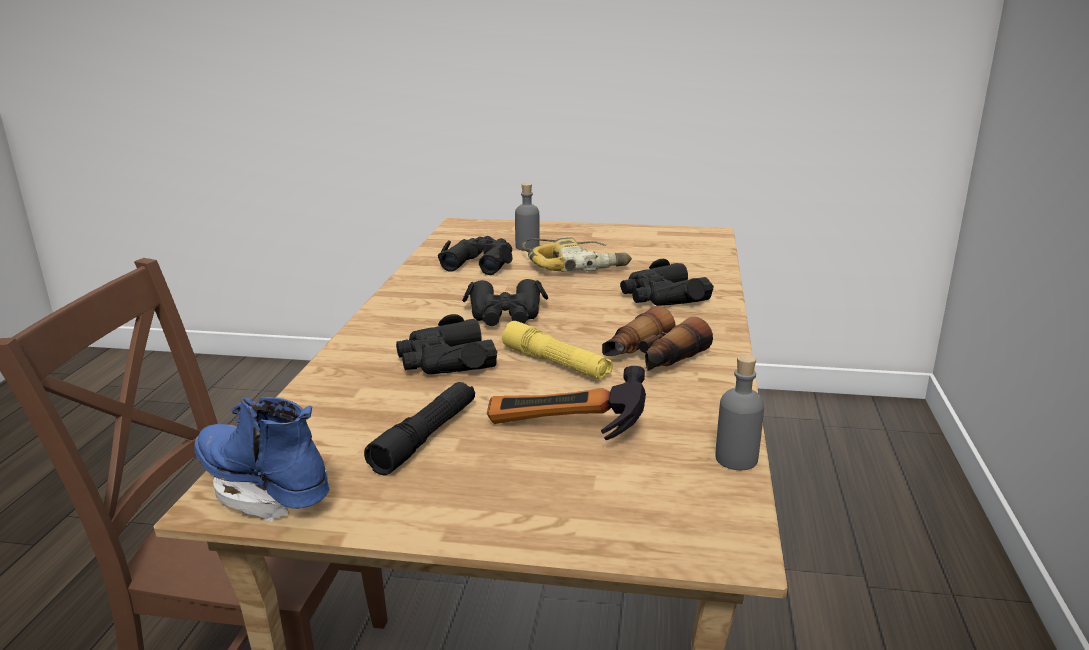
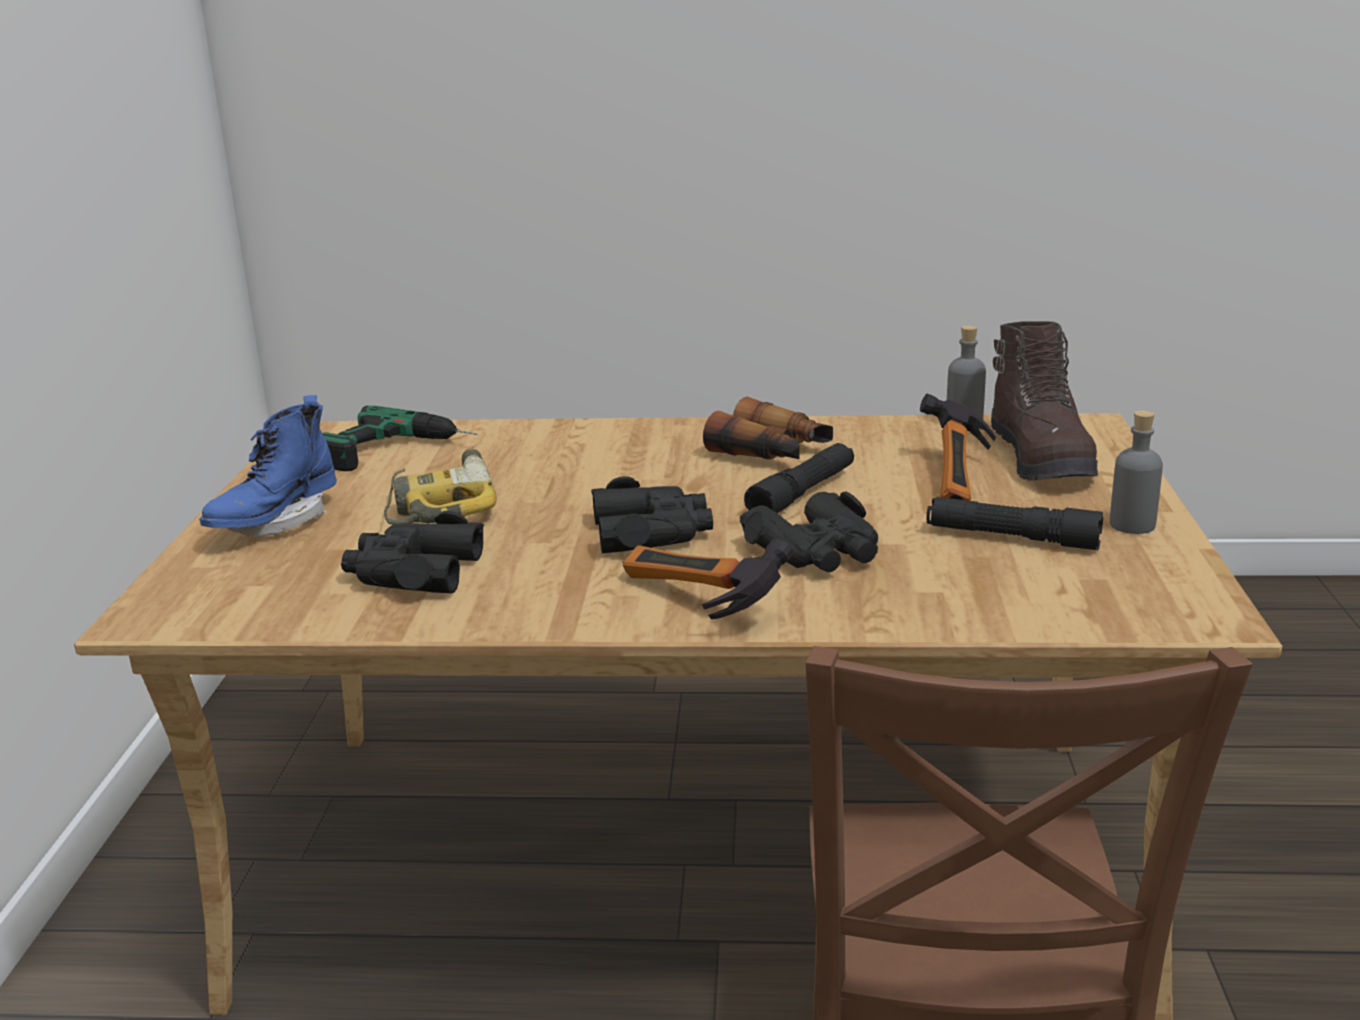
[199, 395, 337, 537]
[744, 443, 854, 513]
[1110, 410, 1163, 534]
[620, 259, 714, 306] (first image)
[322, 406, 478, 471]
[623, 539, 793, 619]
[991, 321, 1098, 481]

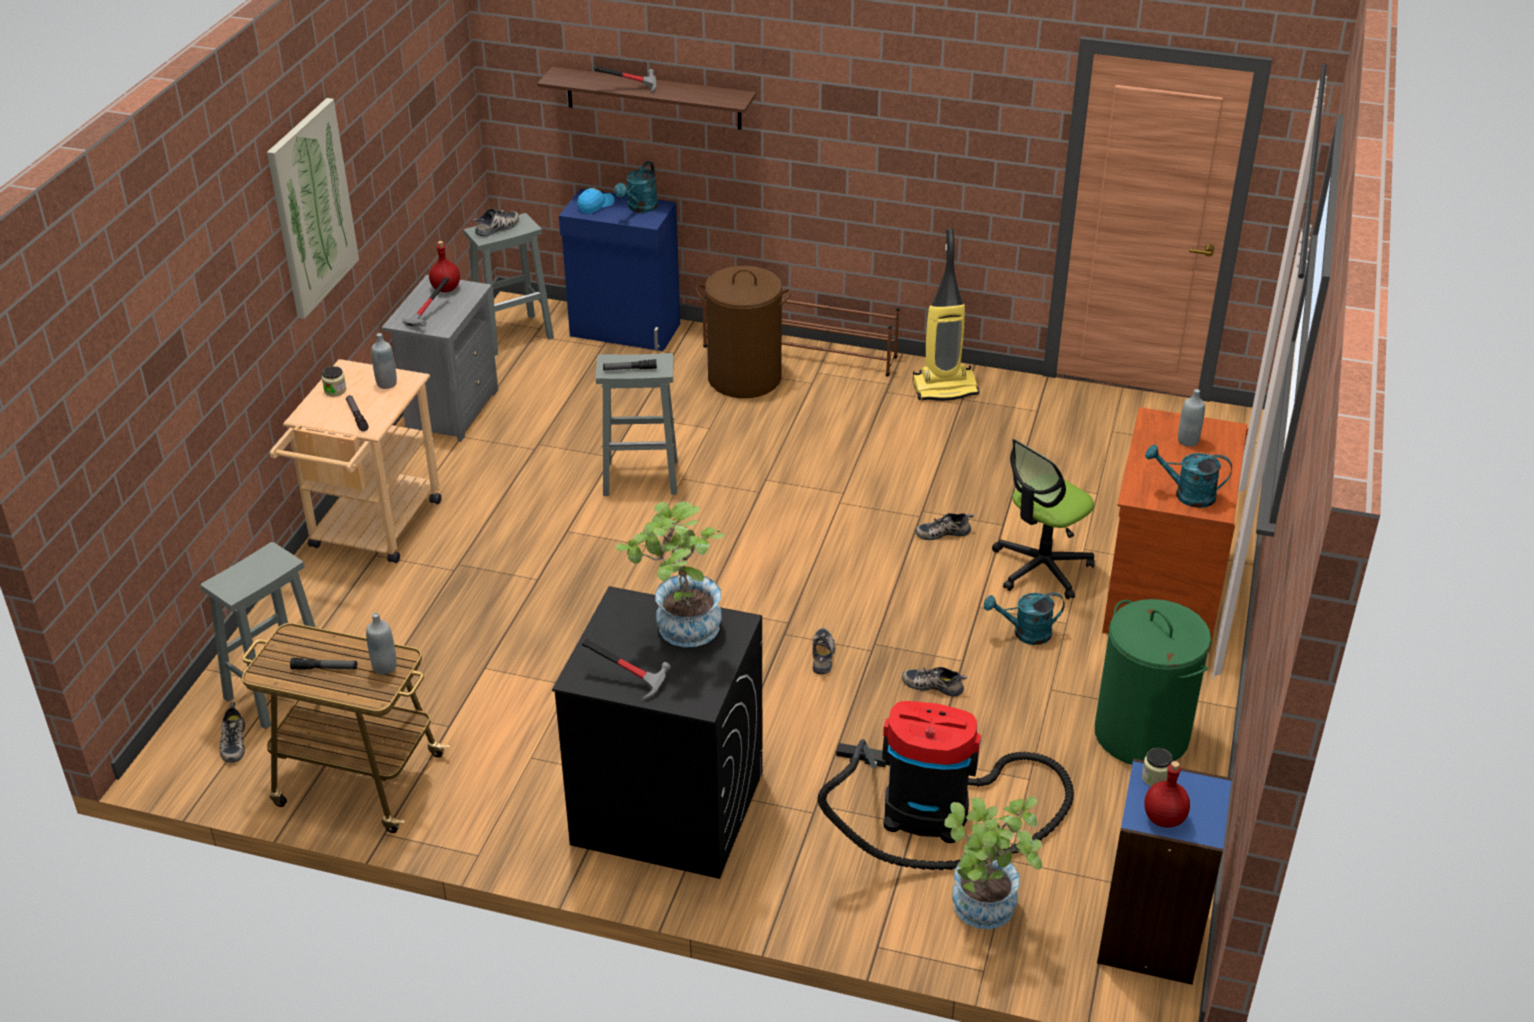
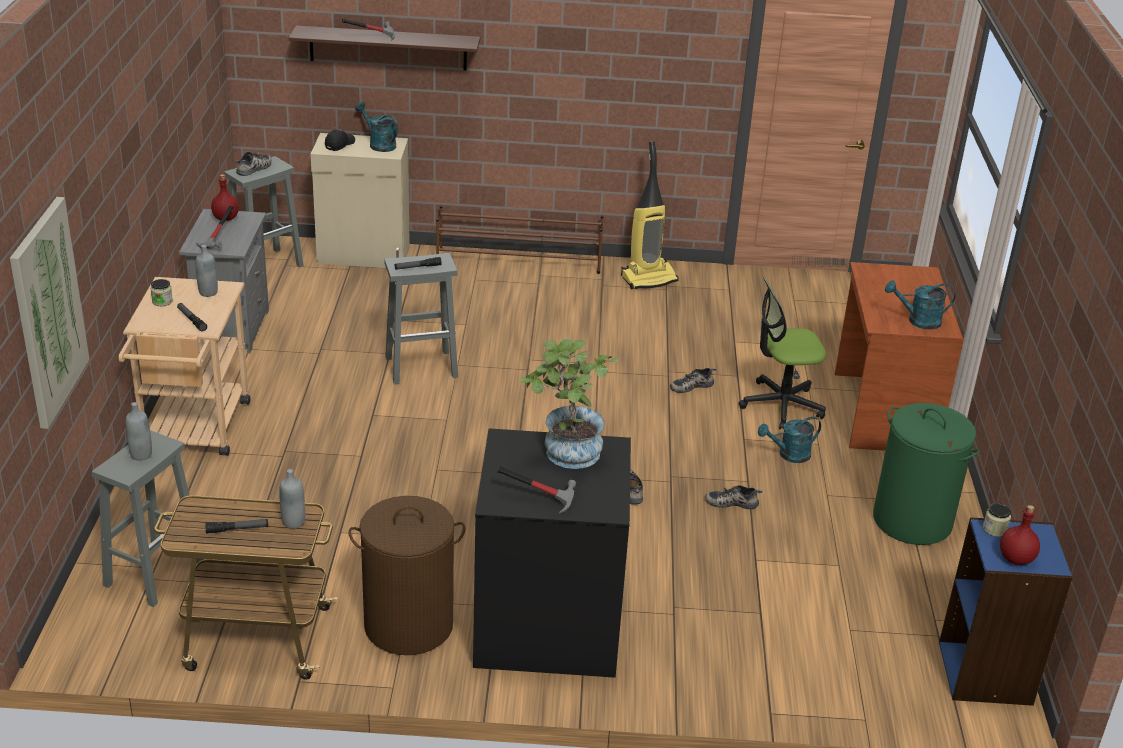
[220, 702, 245, 763] (first image)
[10, 197, 90, 429]
[311, 133, 410, 268]
[325, 129, 355, 151]
[355, 102, 398, 152]
[348, 496, 466, 655]
[818, 701, 1074, 870] (first image)
[944, 796, 1042, 929] (first image)
[738, 278, 826, 430]
[126, 402, 152, 460]

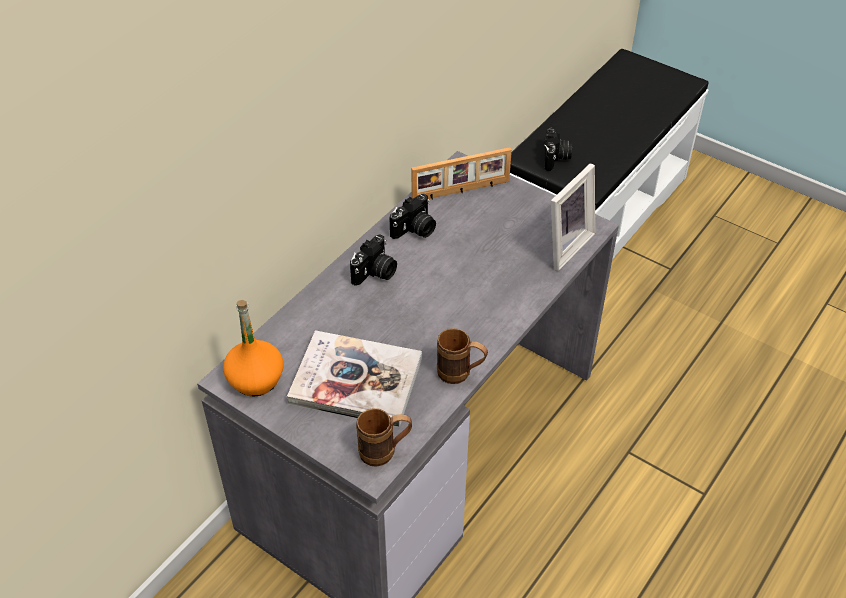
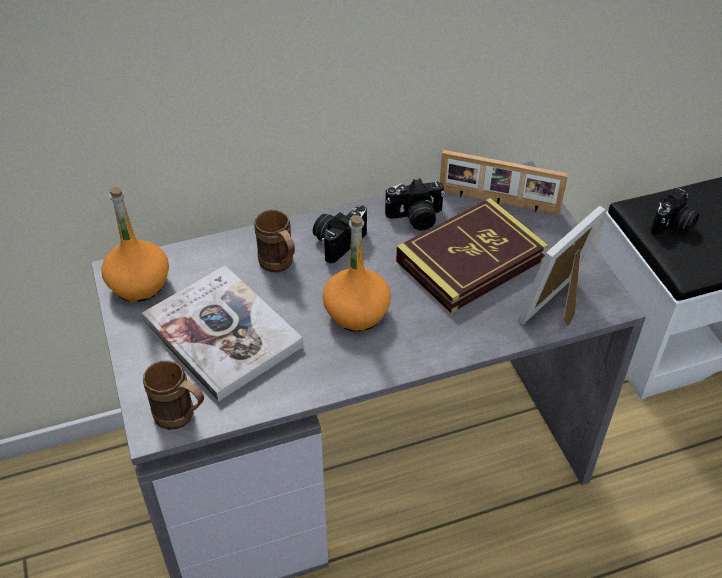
[313, 205, 367, 263]
[254, 210, 295, 273]
[518, 206, 606, 326]
[323, 215, 391, 332]
[396, 198, 548, 313]

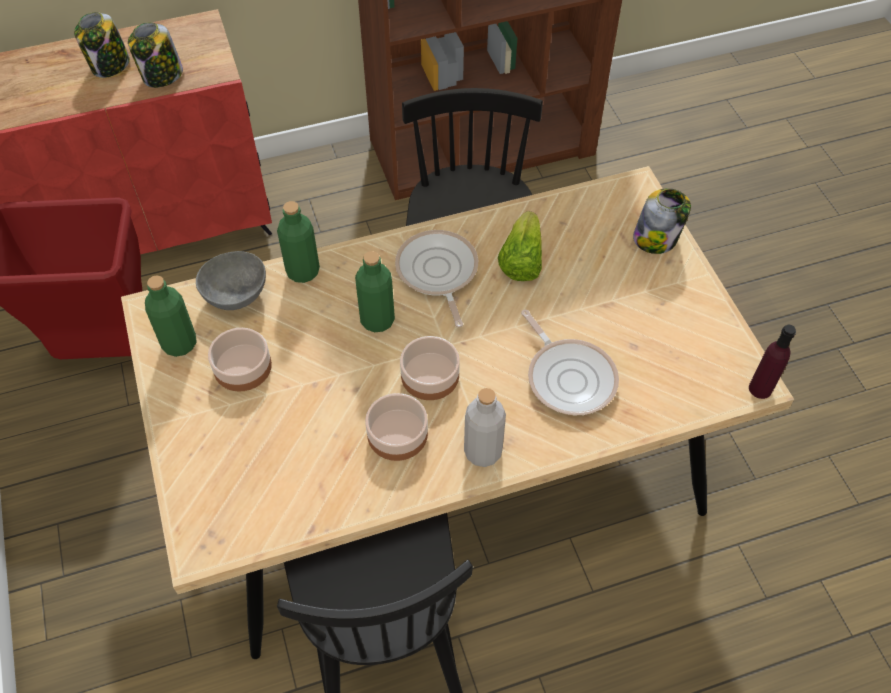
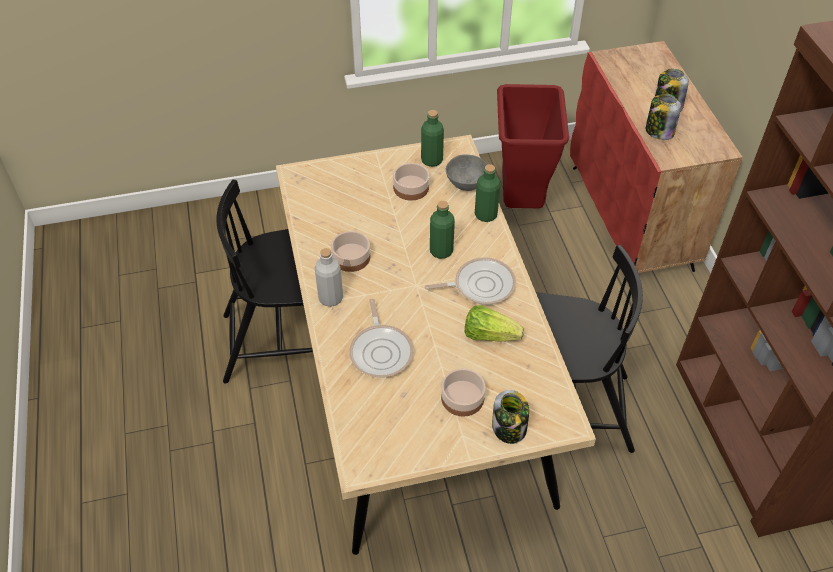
[441, 368, 486, 417]
[349, 298, 414, 378]
[749, 325, 796, 399] (first image)

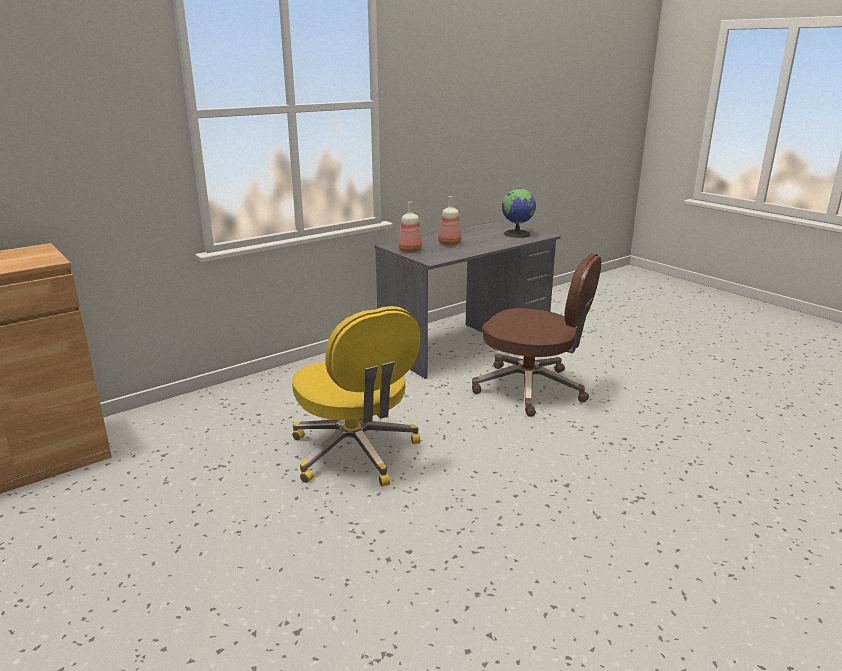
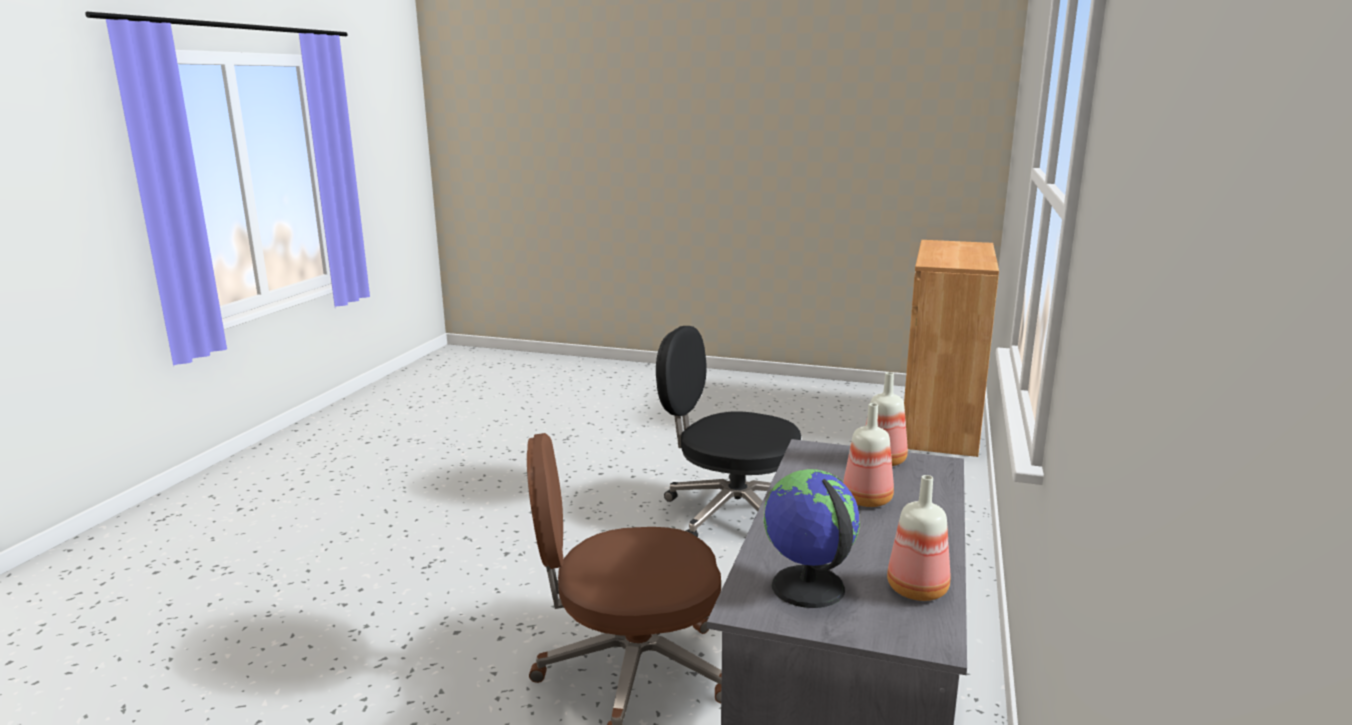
[656, 326, 801, 537]
[887, 475, 950, 601]

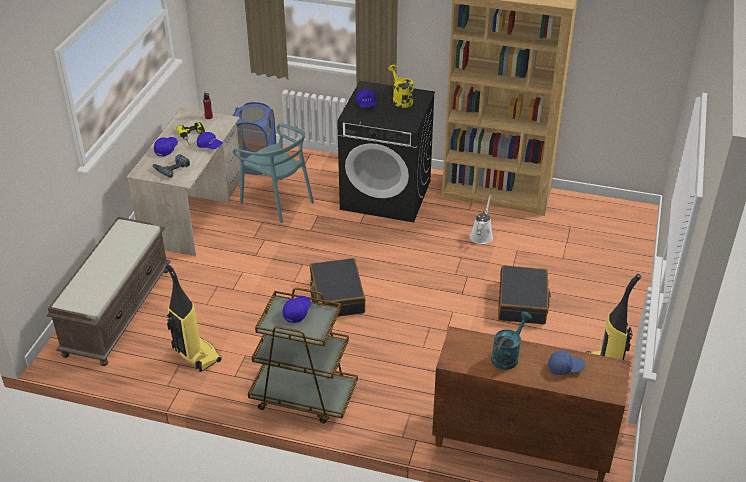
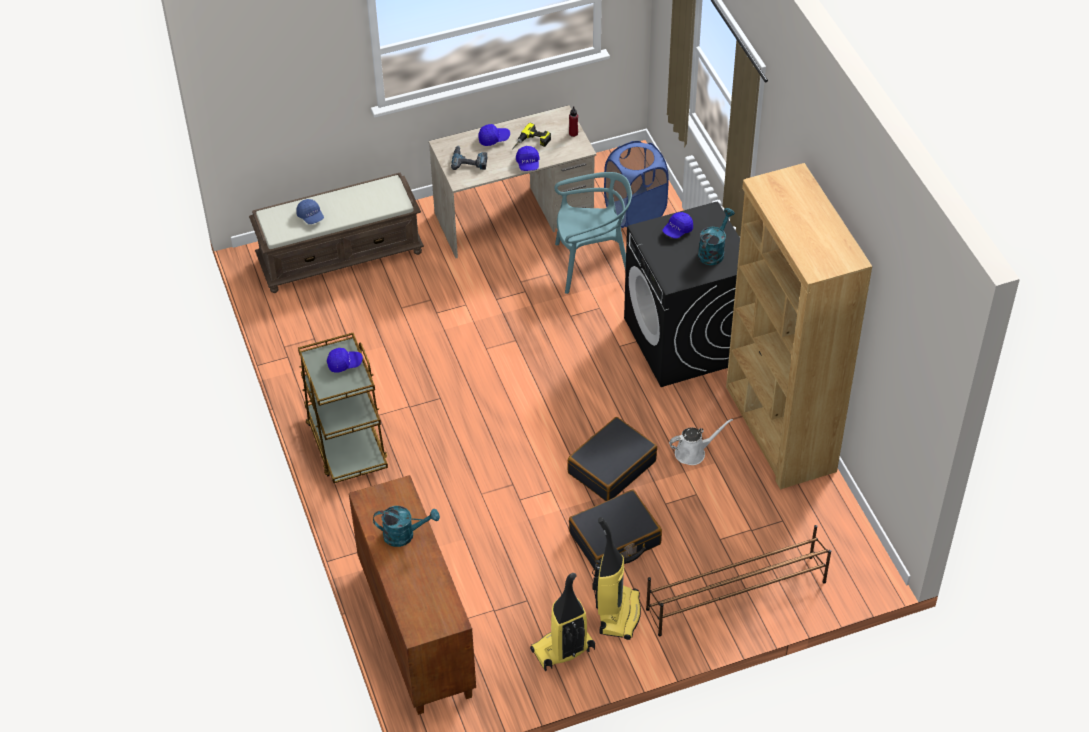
[592, 517, 641, 640]
[554, 172, 632, 294]
[567, 417, 657, 501]
[698, 208, 735, 265]
[296, 199, 324, 224]
[646, 525, 831, 636]

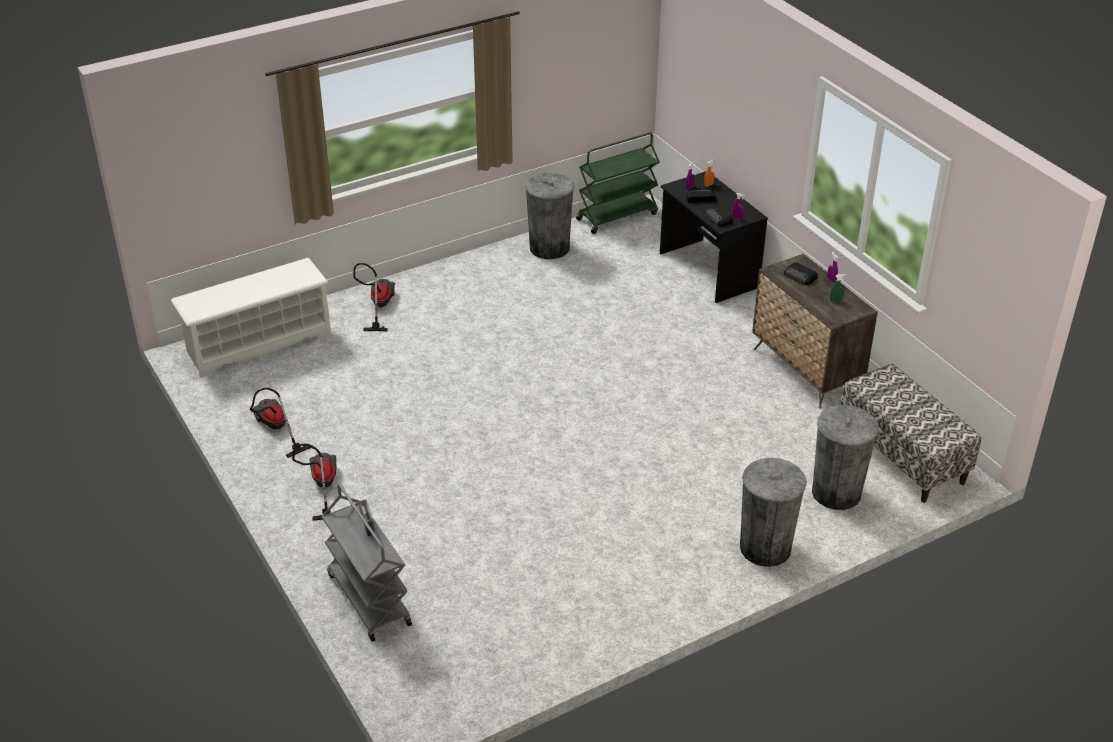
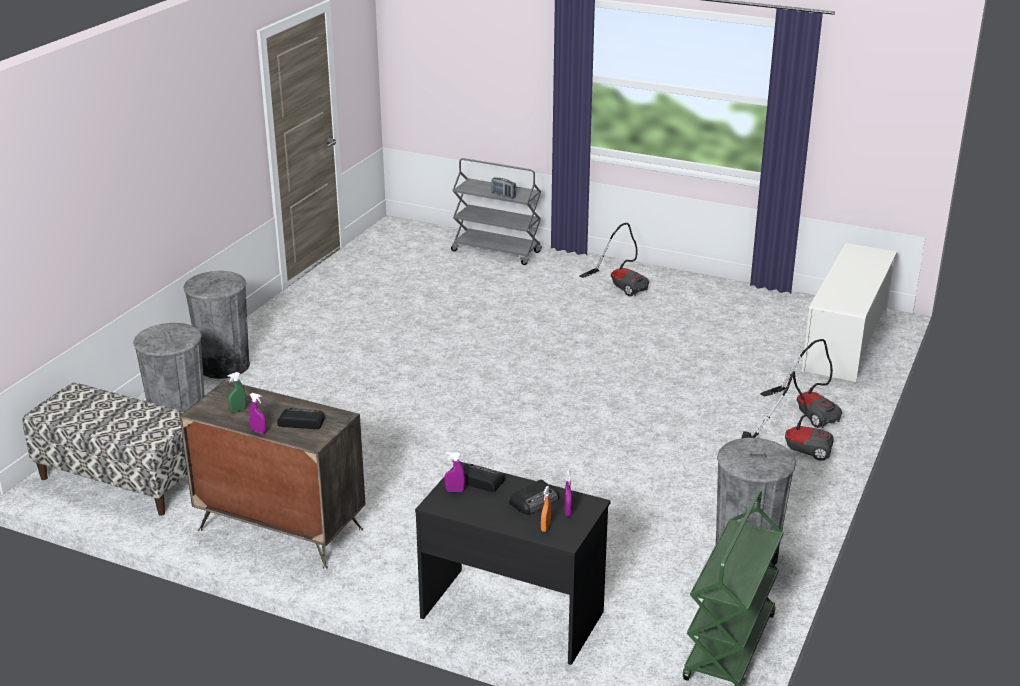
[741, 371, 834, 461]

